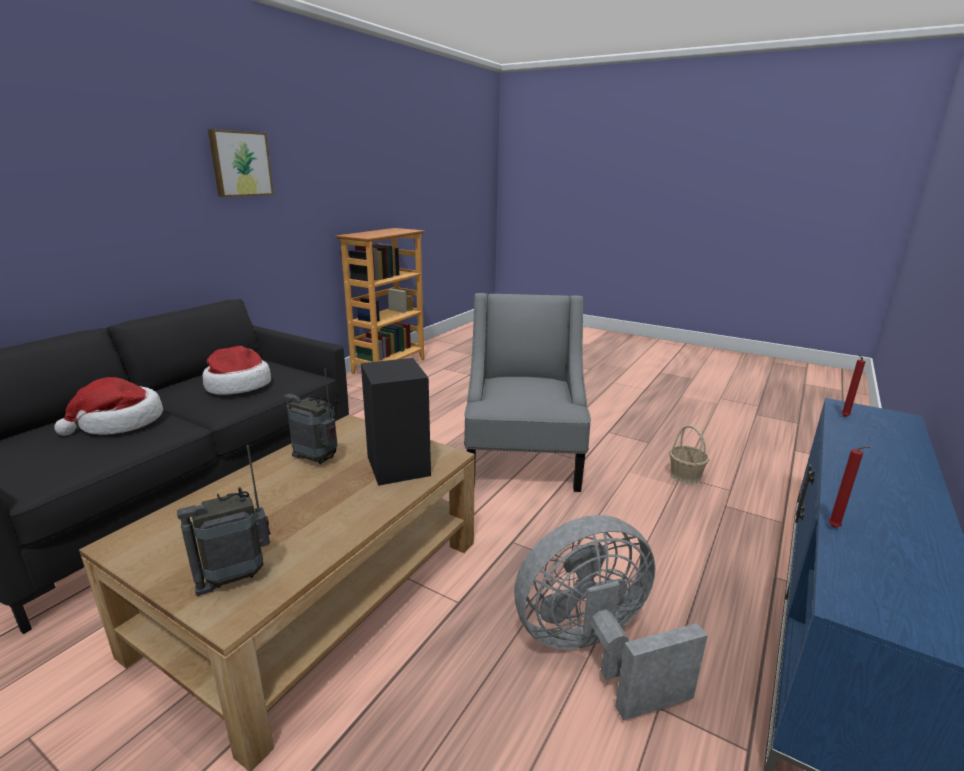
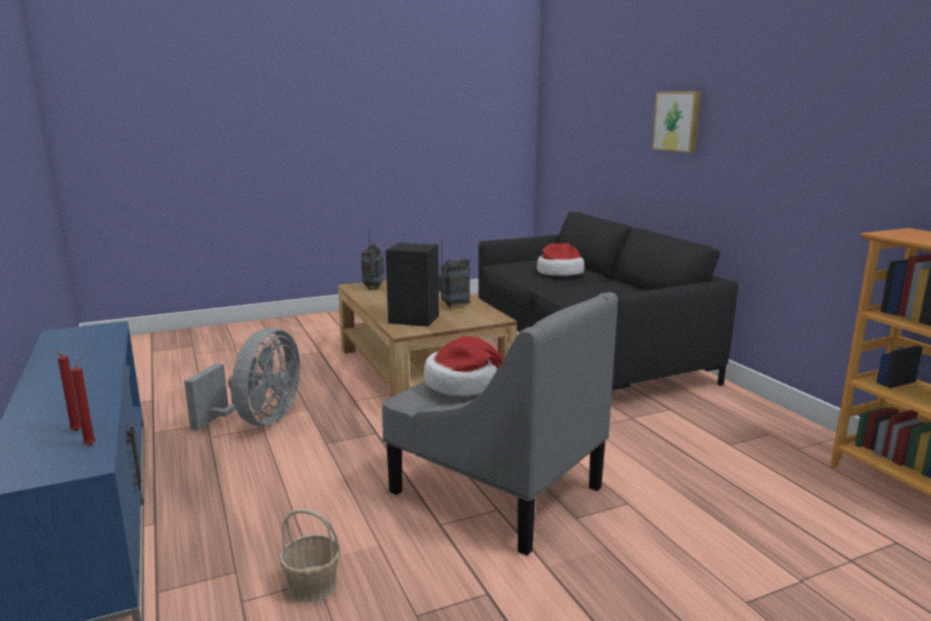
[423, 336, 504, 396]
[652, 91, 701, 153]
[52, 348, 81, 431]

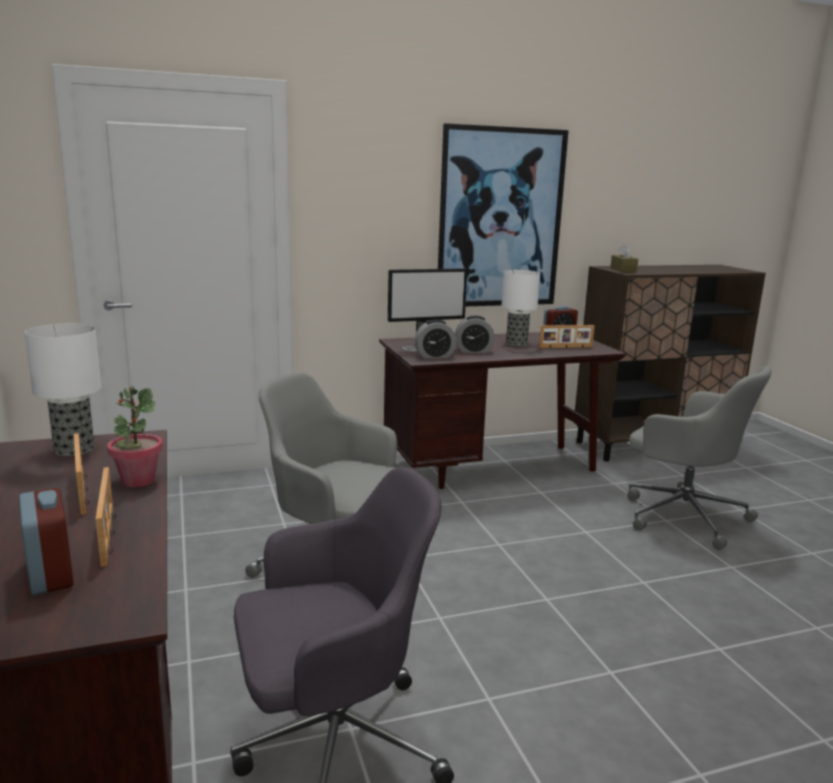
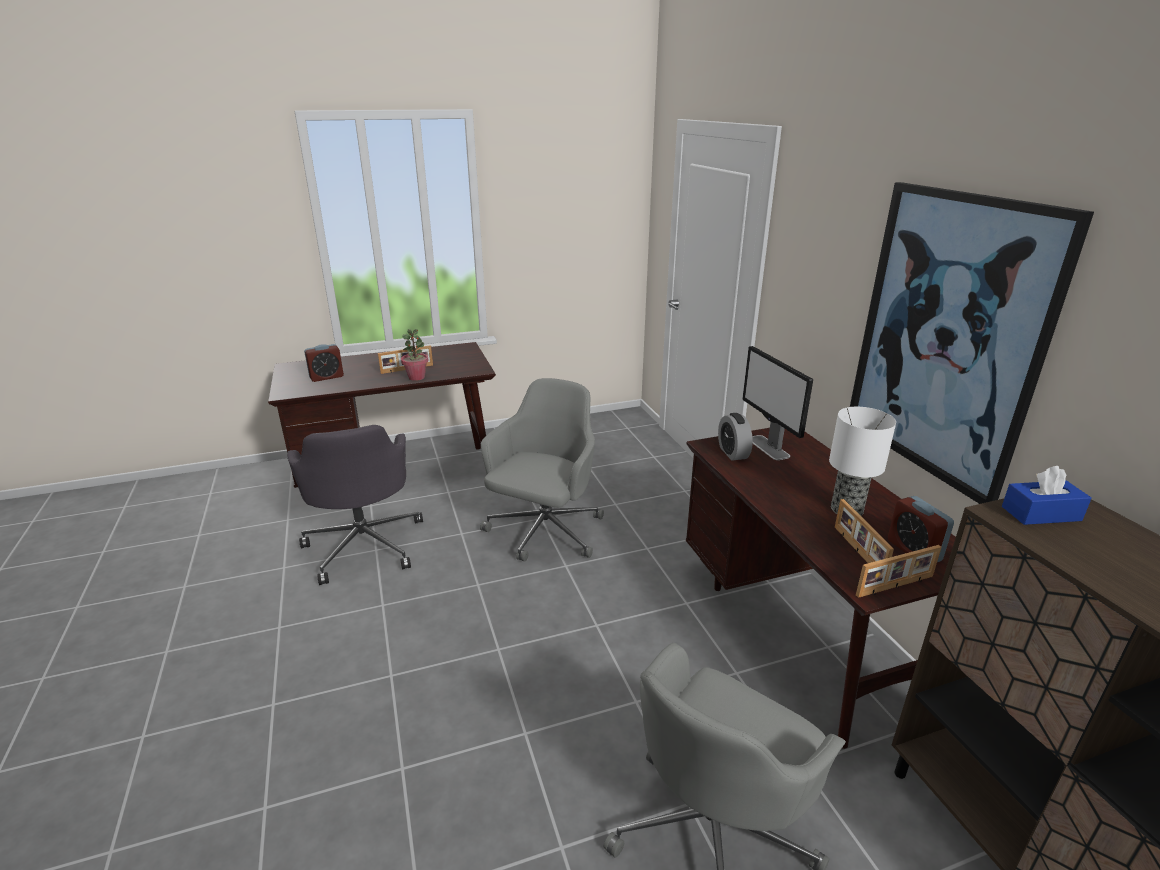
[25, 324, 101, 456] (first image)
[856, 545, 942, 598]
[455, 316, 495, 353] (first image)
[1002, 466, 1092, 525]

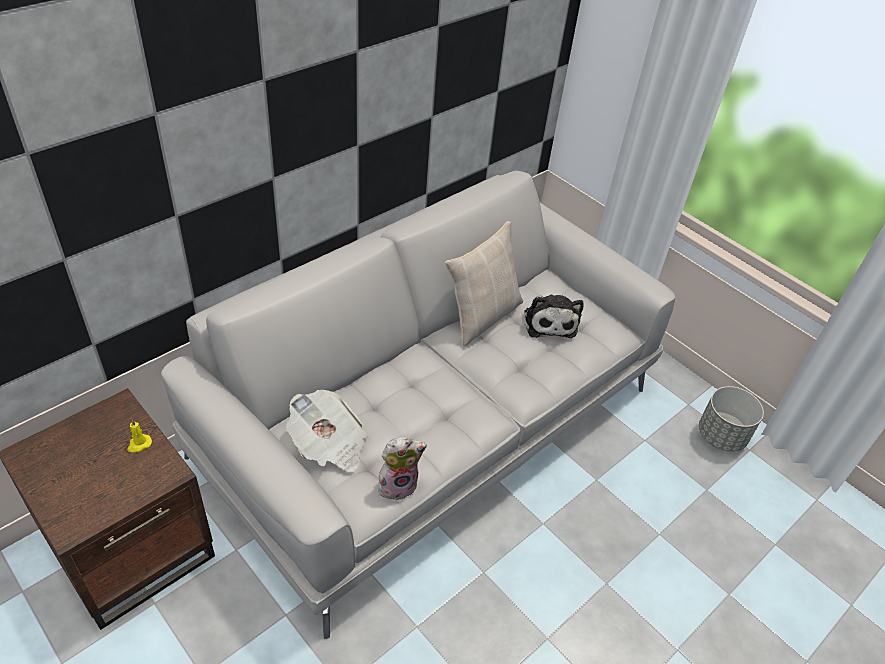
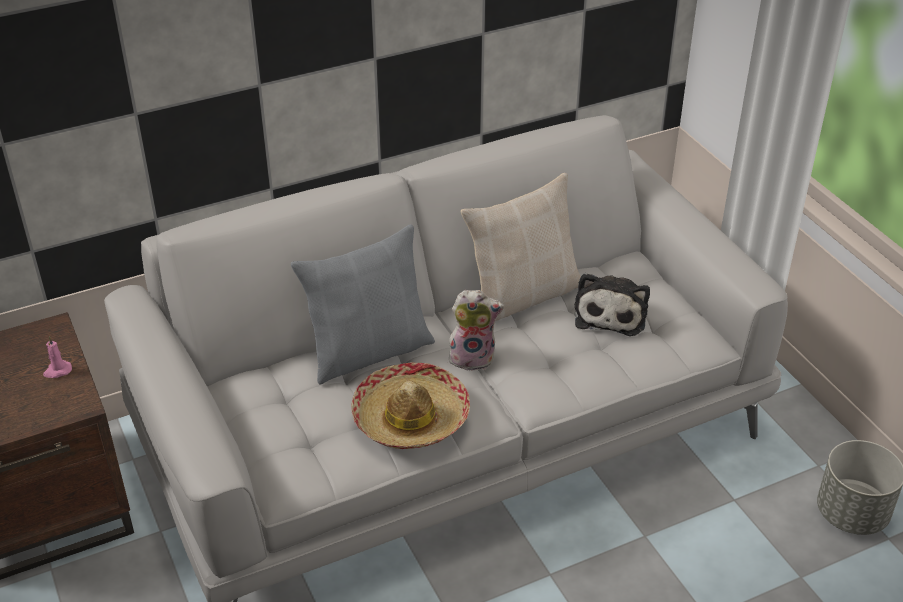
[43, 336, 72, 378]
[286, 390, 368, 472] (first image)
[449, 290, 504, 371]
[291, 224, 435, 385]
[351, 362, 470, 449]

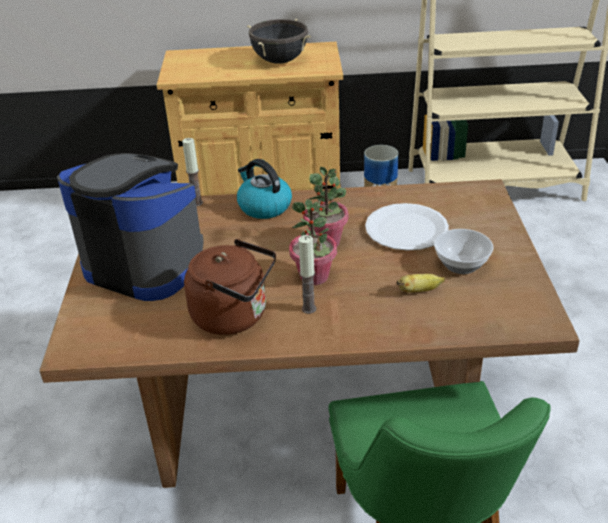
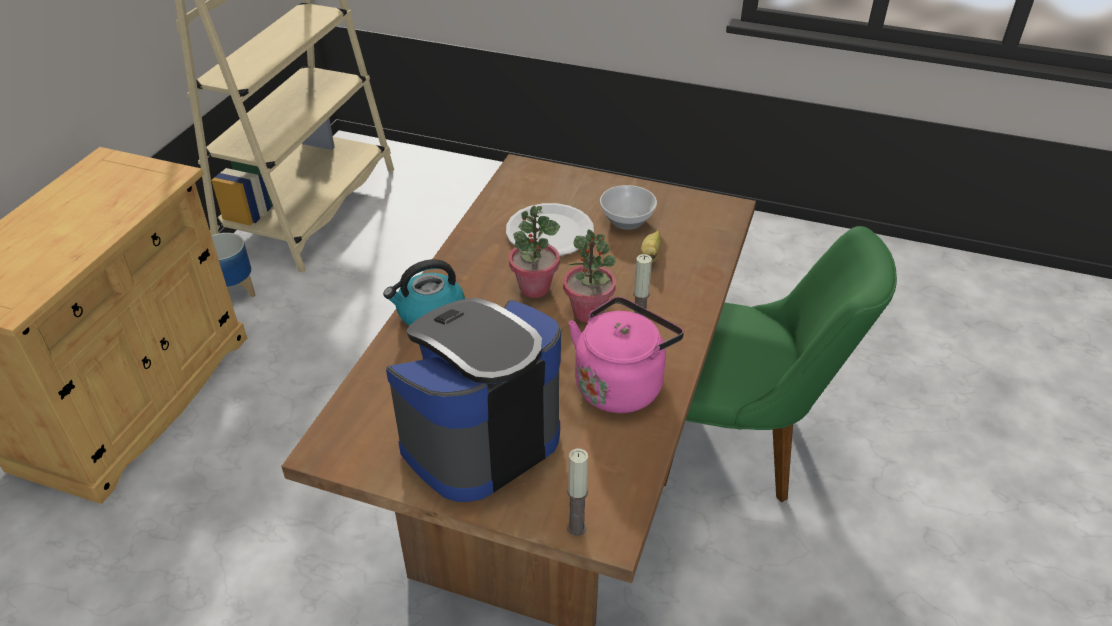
[567, 448, 588, 536]
[569, 297, 684, 413]
[247, 19, 311, 64] (first image)

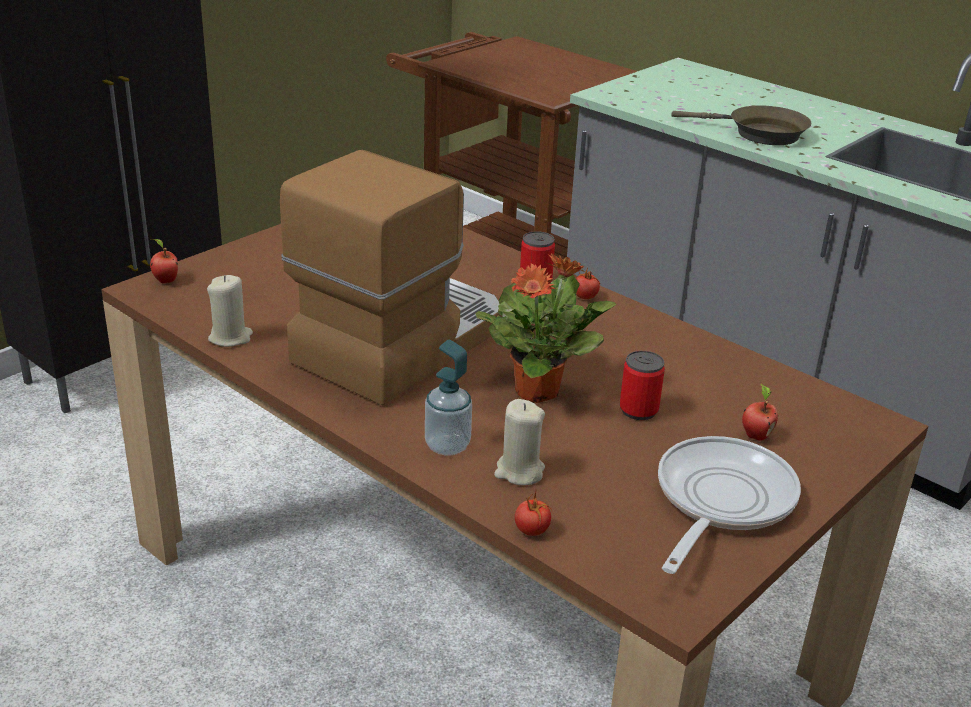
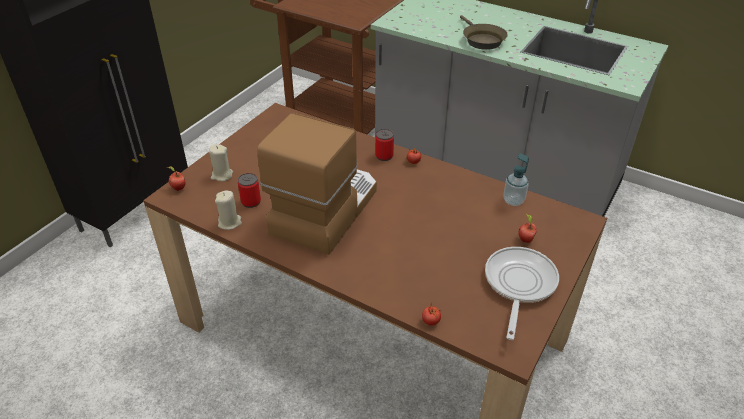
[504, 153, 529, 206]
[475, 254, 616, 403] (first image)
[209, 144, 233, 181]
[238, 173, 261, 208]
[460, 15, 508, 50]

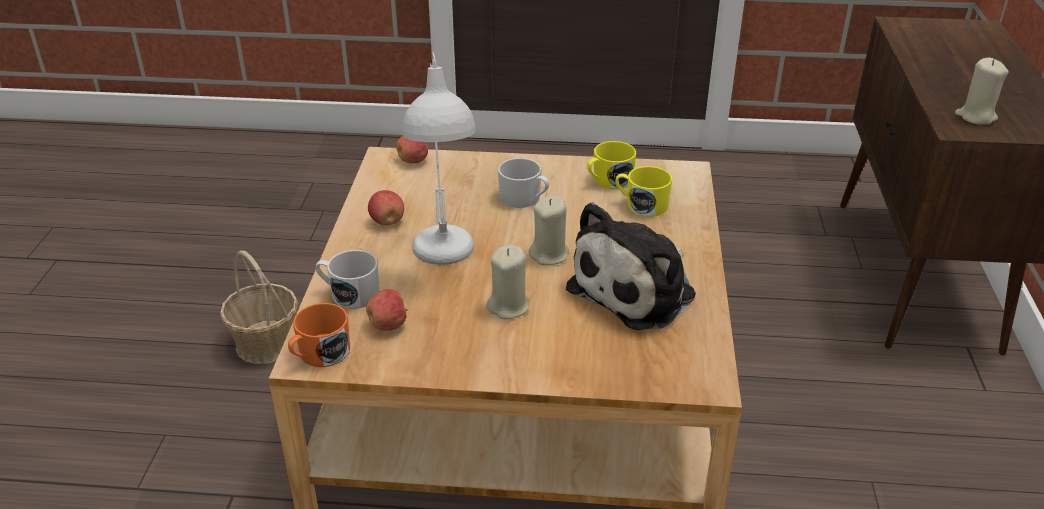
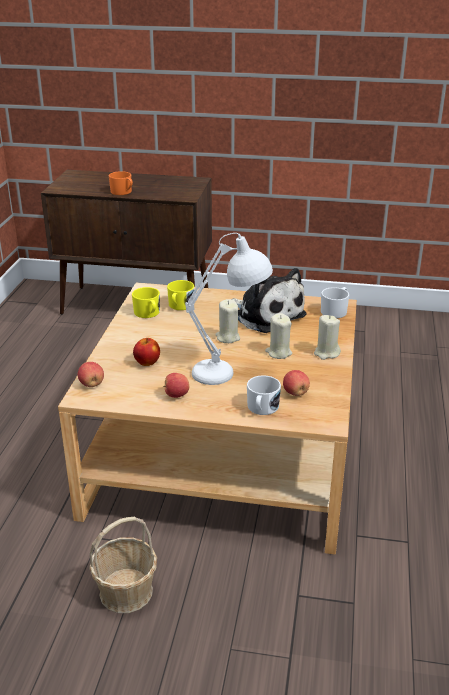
[109, 171, 133, 195]
[321, 287, 349, 318]
[314, 315, 341, 360]
[133, 338, 160, 366]

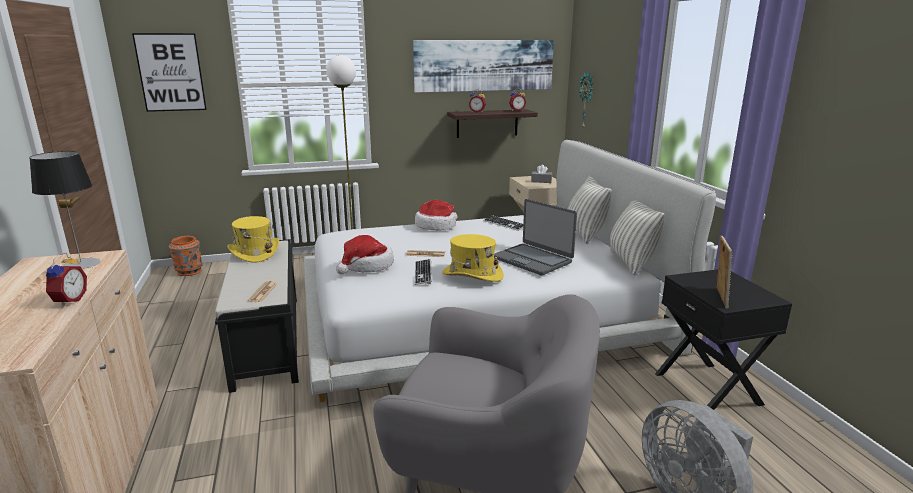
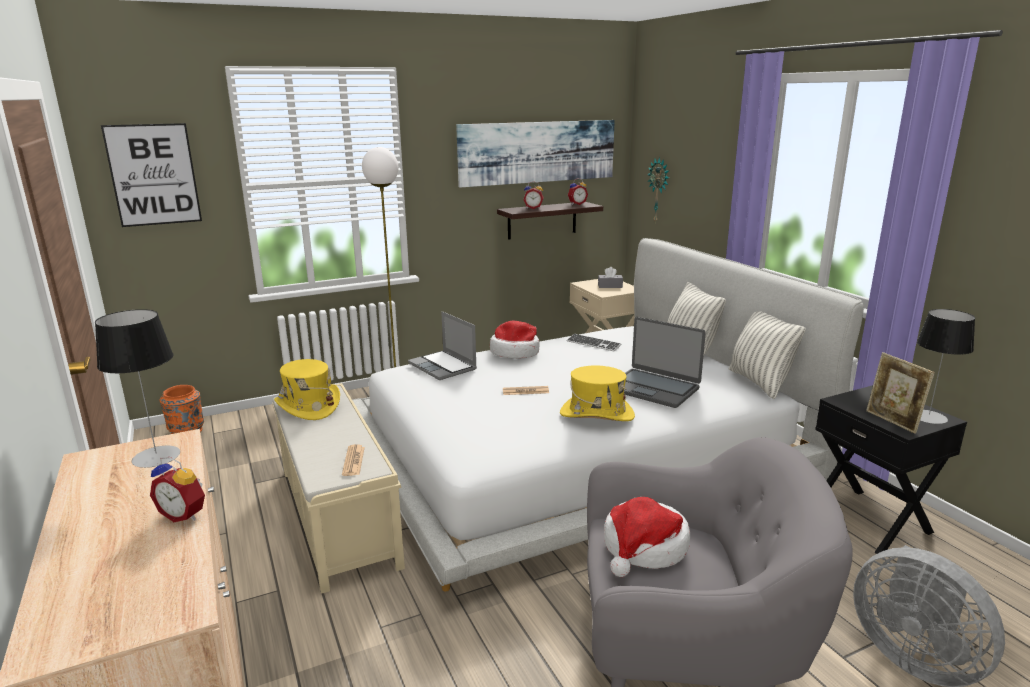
[150, 457, 205, 522]
[272, 383, 405, 594]
[604, 497, 690, 577]
[414, 259, 432, 285] (first image)
[866, 352, 935, 434]
[408, 311, 477, 380]
[917, 309, 975, 424]

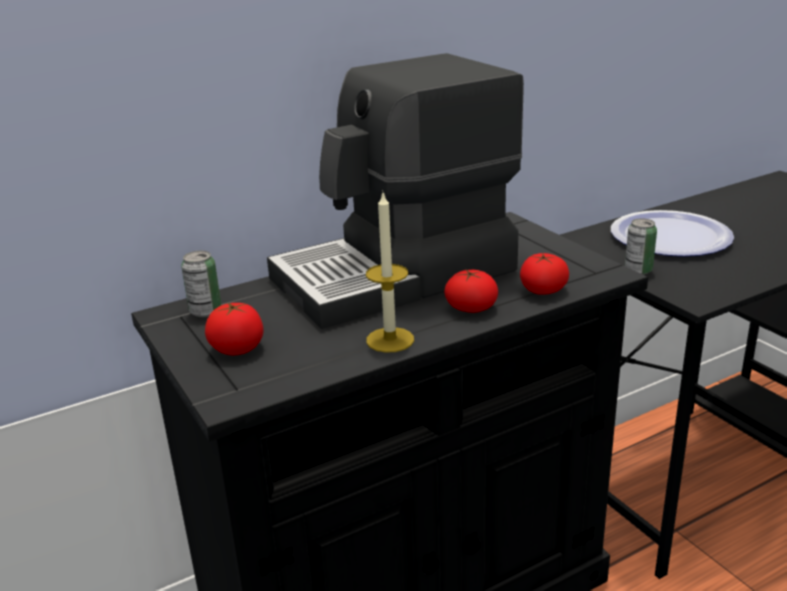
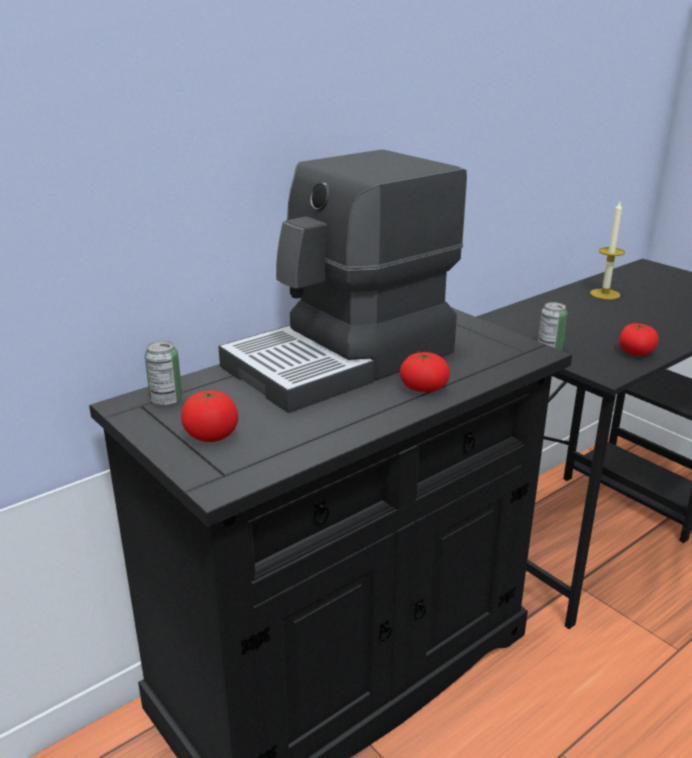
[590, 202, 625, 300]
[619, 323, 659, 356]
[611, 210, 734, 257] (first image)

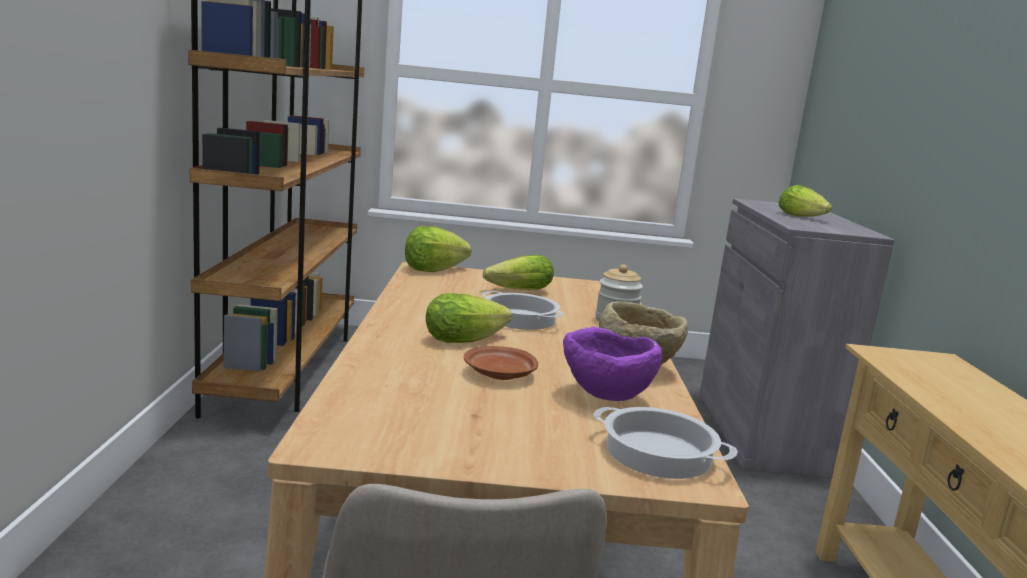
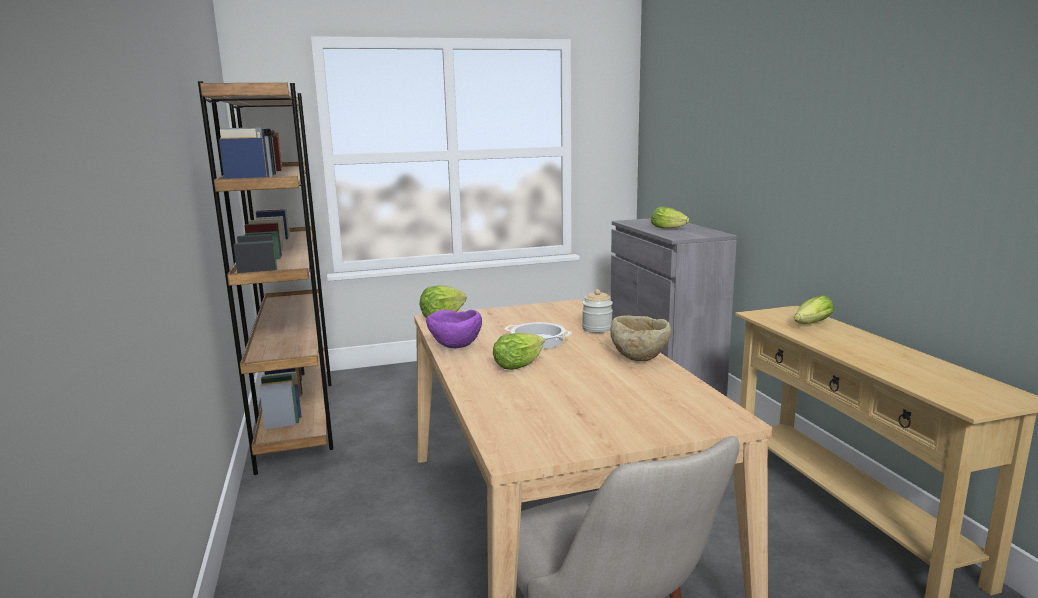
[464, 346, 538, 380] (first image)
[794, 295, 834, 324]
[426, 310, 482, 348]
[593, 407, 738, 479] (first image)

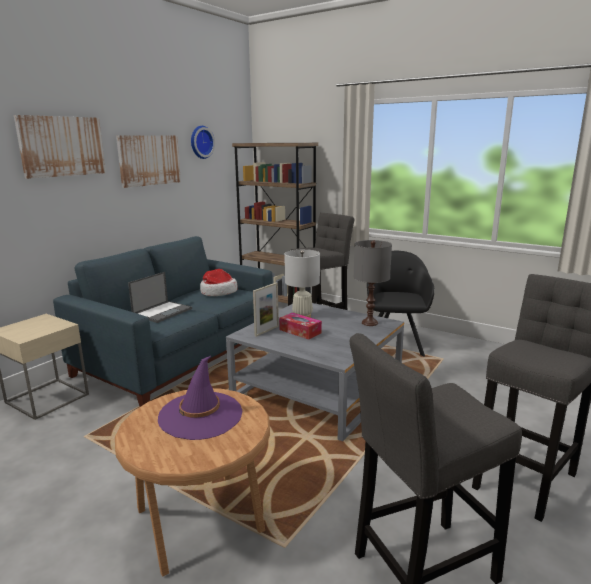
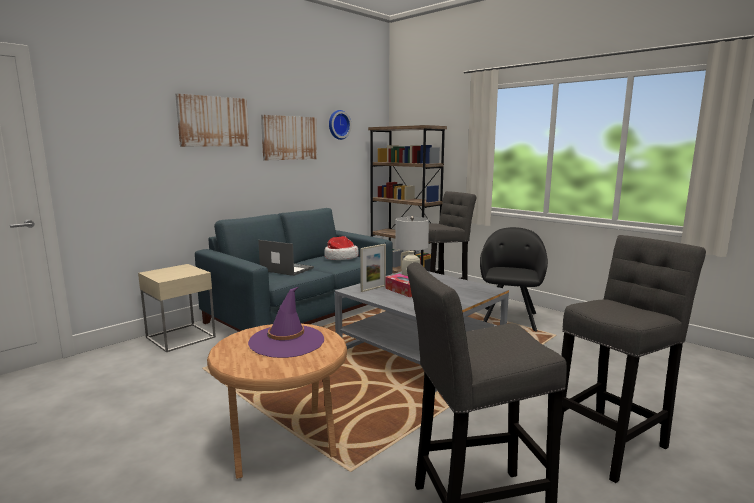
[258, 240, 314, 276]
[354, 240, 392, 326] (first image)

